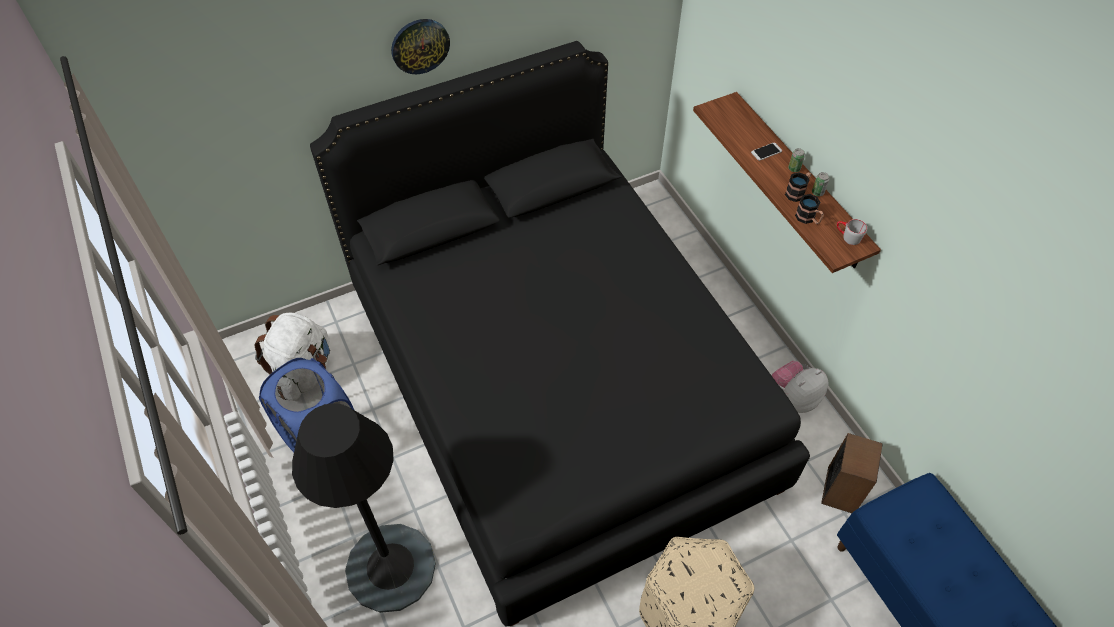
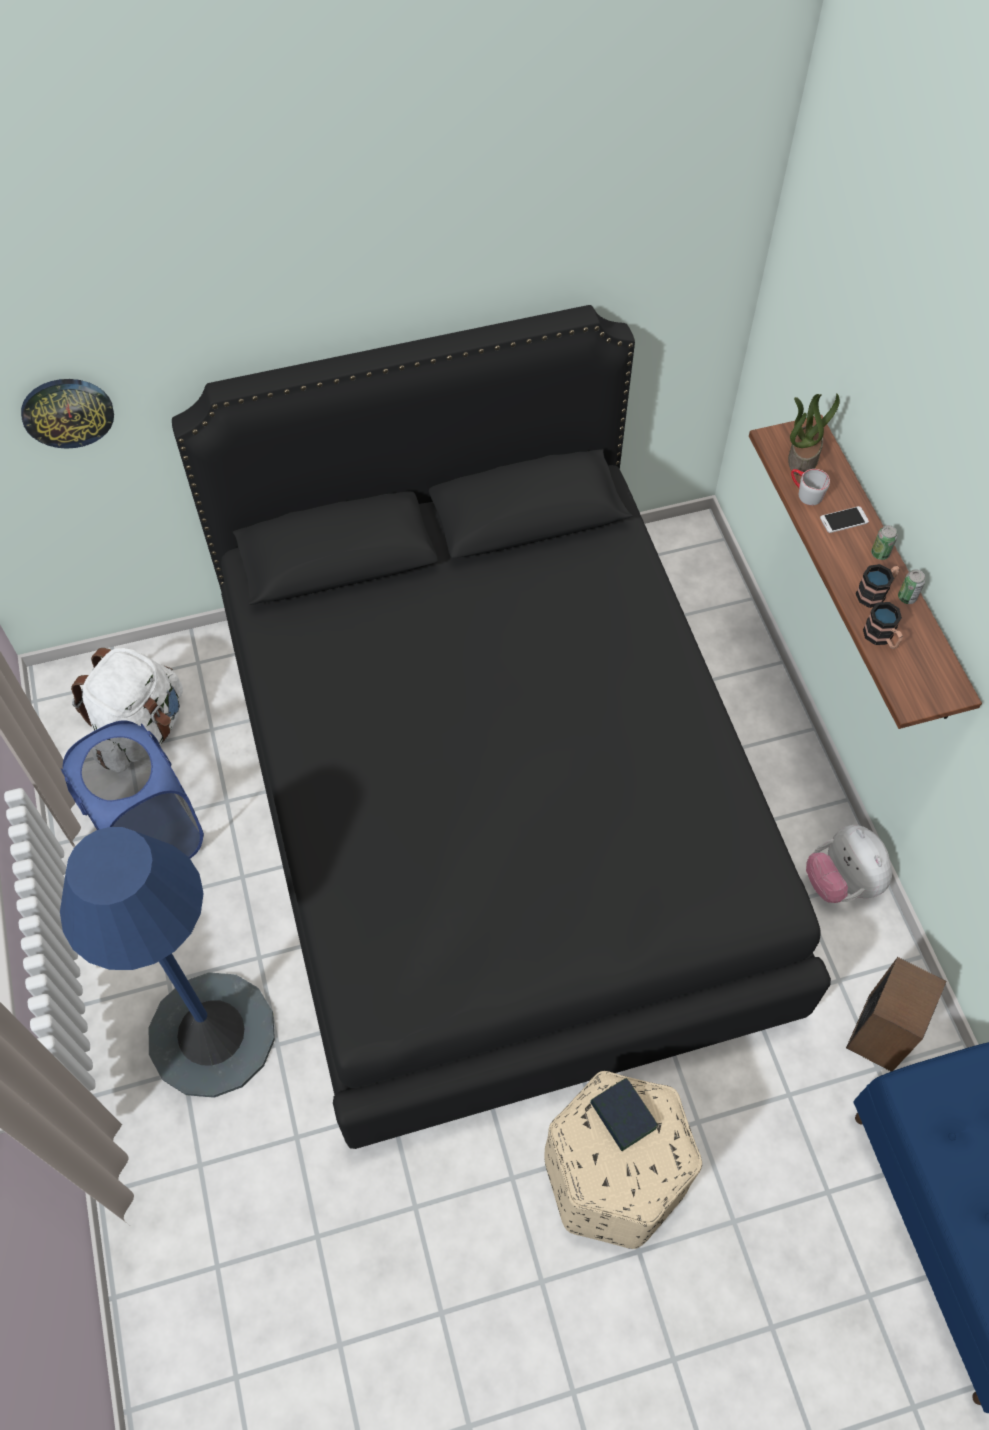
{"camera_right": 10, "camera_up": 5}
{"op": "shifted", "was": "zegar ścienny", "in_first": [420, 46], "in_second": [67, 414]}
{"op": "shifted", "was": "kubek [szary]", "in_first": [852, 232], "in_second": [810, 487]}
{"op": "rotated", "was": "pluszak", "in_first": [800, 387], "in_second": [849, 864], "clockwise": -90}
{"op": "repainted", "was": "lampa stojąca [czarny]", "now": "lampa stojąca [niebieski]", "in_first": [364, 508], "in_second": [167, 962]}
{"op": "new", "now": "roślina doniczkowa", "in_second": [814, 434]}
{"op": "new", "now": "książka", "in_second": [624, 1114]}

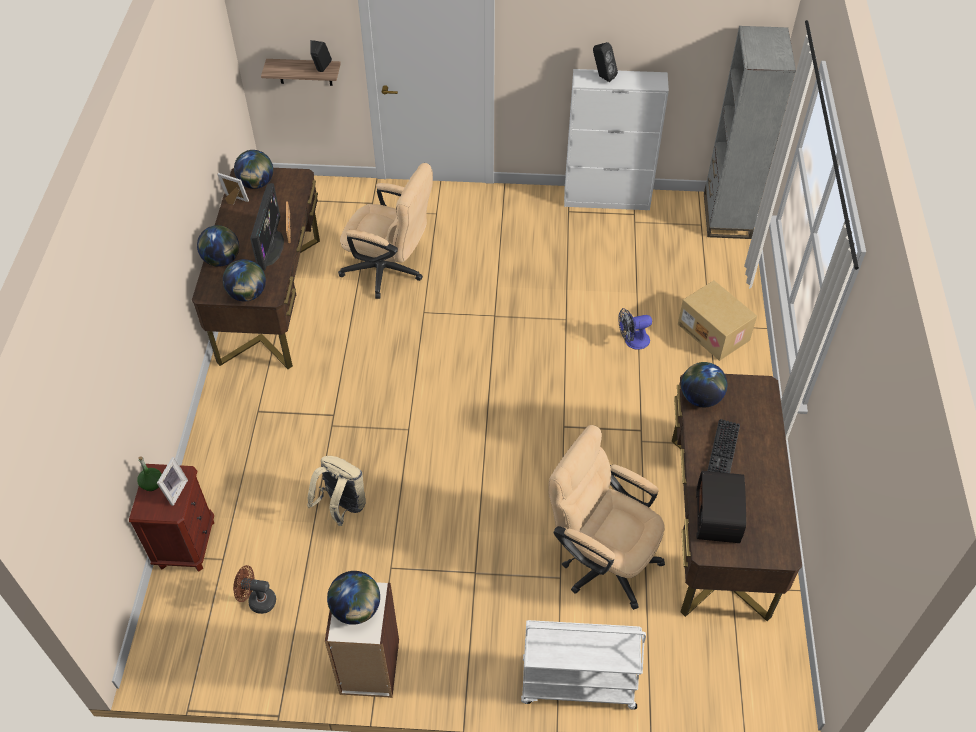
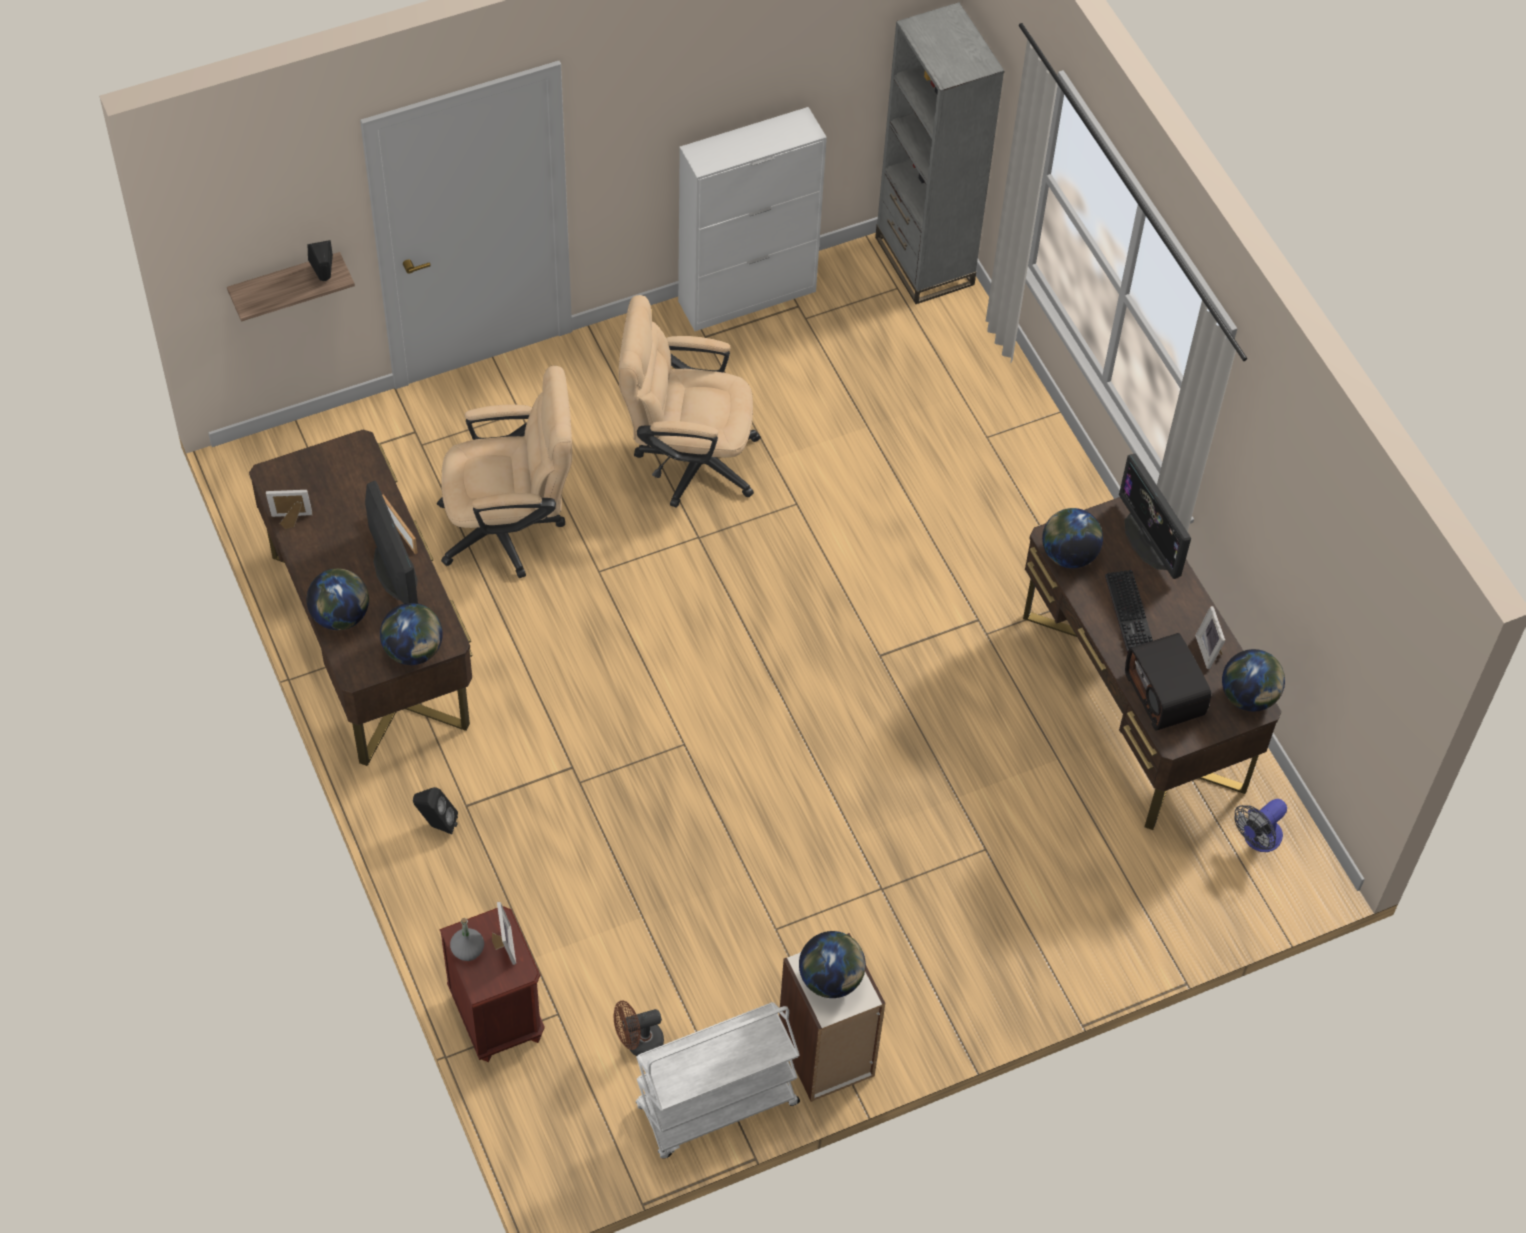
{"camera_right": -30, "camera_up": 5}
{"op": "shifted", "was": "głośnik [czarny]", "in_first": [605, 62], "in_second": [435, 810]}
{"op": "shifted", "was": "globus", "in_first": [253, 169], "in_second": [1253, 680]}
{"op": "gone", "was": "karton", "in_first": [717, 320]}
{"op": "shifted", "was": "wentylator", "in_first": [635, 329], "in_second": [1261, 825]}
{"op": "shifted", "was": "krzesło biurowe [beżowy]", "in_first": [606, 517], "in_second": [690, 401]}
{"op": "repainted", "was": "butelka [zielony]", "now": "butelka [szary]", "in_first": [149, 473], "in_second": [467, 939]}
{"op": "gone", "was": "plecak [beżowy]", "in_first": [336, 491]}
{"op": "shifted", "was": "wózek [biały]", "in_first": [583, 665], "in_second": [717, 1080]}
{"op": "new", "now": "monitor", "in_second": [1155, 516]}
{"op": "new", "now": "ramka na zdjęcie", "in_second": [1210, 637]}

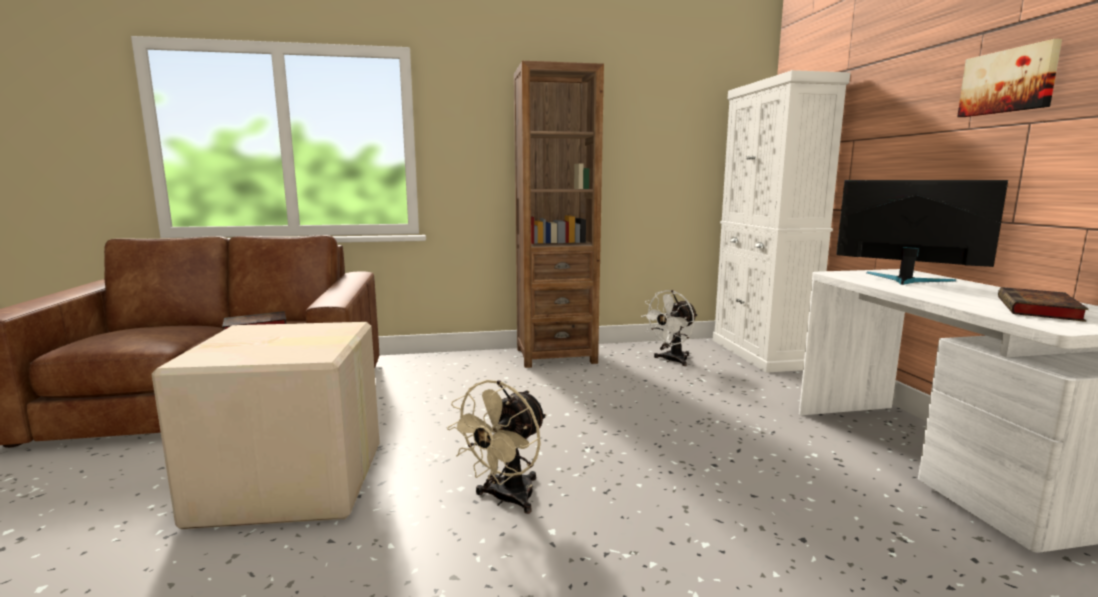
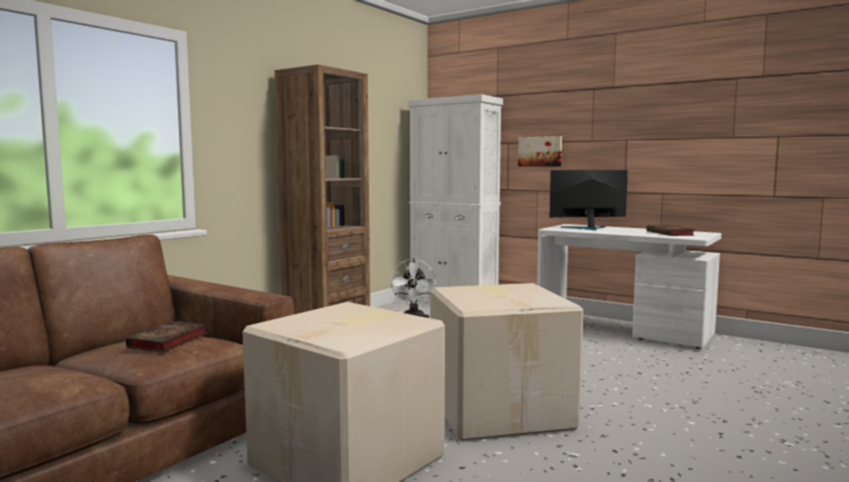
{"camera_right": -45, "camera_up": -5}
{"op": "shifted", "was": "obraz", "in_first": [1009, 78], "in_second": [540, 151]}
{"op": "swapped", "was": "wentylator [beżowy]", "now": "karton", "in_first": [497, 447], "in_second": [507, 362]}

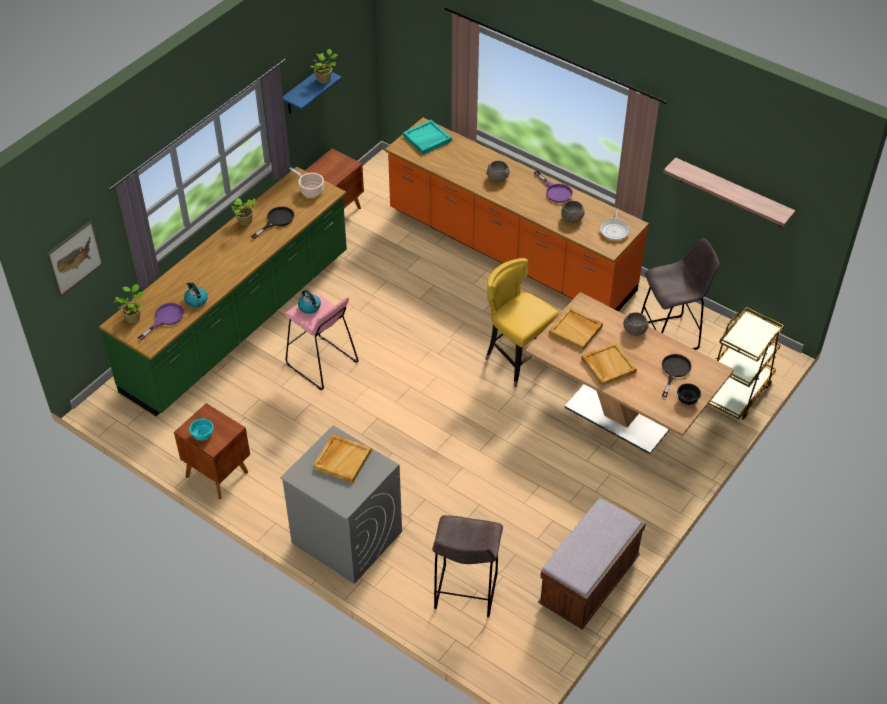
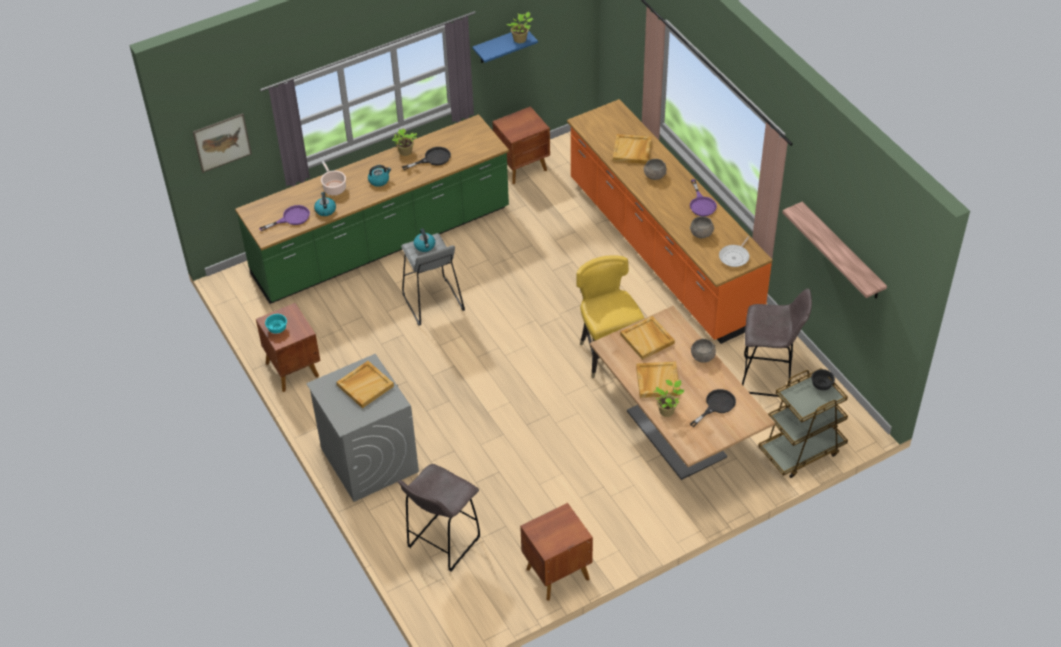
{"camera_right": 25, "camera_up": 0}
{"op": "gone", "was": "taca [turkusowy]", "in_first": [427, 137]}
{"op": "shifted", "was": "garnek", "in_first": [307, 182], "in_second": [333, 178]}
{"op": "shifted", "was": "roślina doniczkowa", "in_first": [129, 303], "in_second": [669, 398]}
{"op": "repainted", "was": "stołek [różowy]", "now": "stołek [szary]", "in_first": [322, 341], "in_second": [433, 279]}
{"op": "shifted", "was": "miska [czarny]", "in_first": [689, 394], "in_second": [823, 379]}
{"op": "swapped", "was": "ławka [brązowy]", "now": "szafka nocna [brązowy]", "in_first": [592, 563], "in_second": [556, 552]}
{"op": "new", "now": "taca [beżowy]", "in_second": [632, 149]}
{"op": "new", "now": "czajnik", "in_second": [379, 176]}

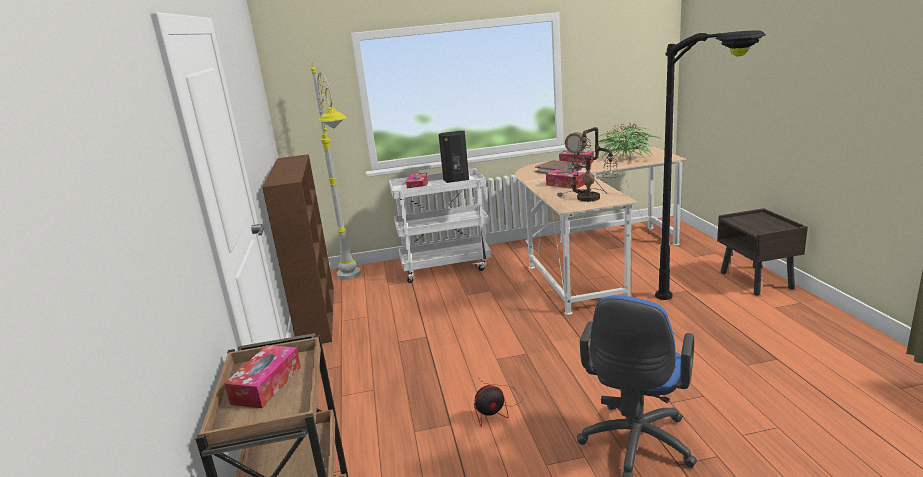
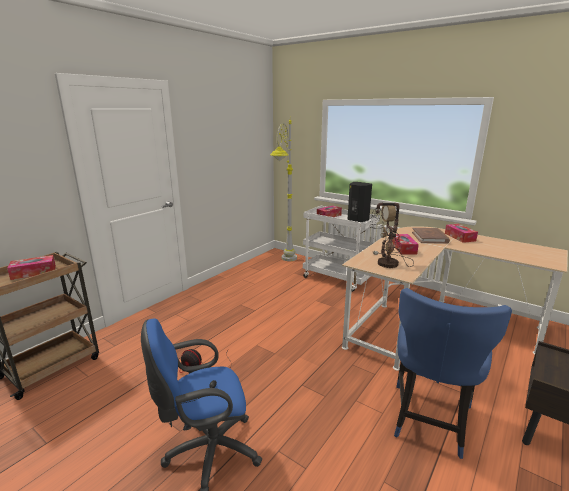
{"camera_right": 45, "camera_up": 0}
{"op": "swapped", "was": "lampa stojąca [czarny]", "now": "krzesło [niebieski]", "in_first": [710, 165], "in_second": [453, 373]}
{"op": "gone", "was": "roślina doniczkowa", "in_first": [629, 141]}
{"op": "gone", "was": "regał [brązowy]", "in_first": [298, 249]}

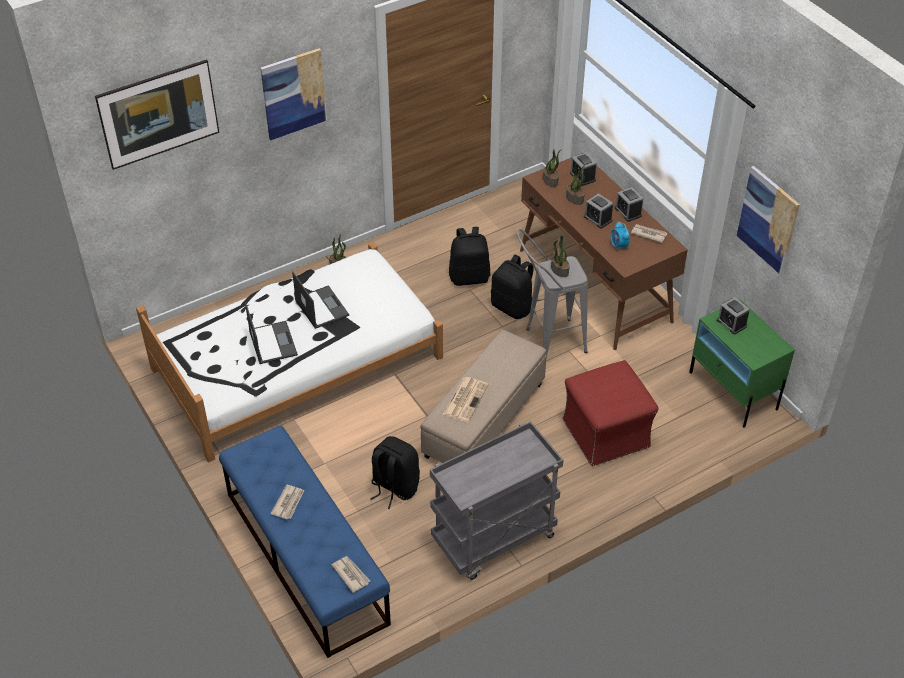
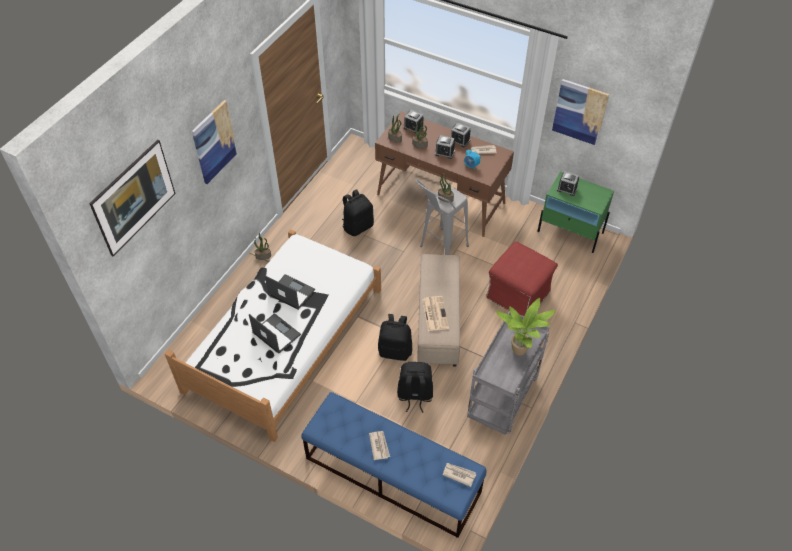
{"camera_right": -30, "camera_up": 5}
{"op": "shifted", "was": "plecak [czarny]", "in_first": [512, 287], "in_second": [395, 337]}
{"op": "new", "now": "roślina doniczkowa", "in_second": [526, 327]}

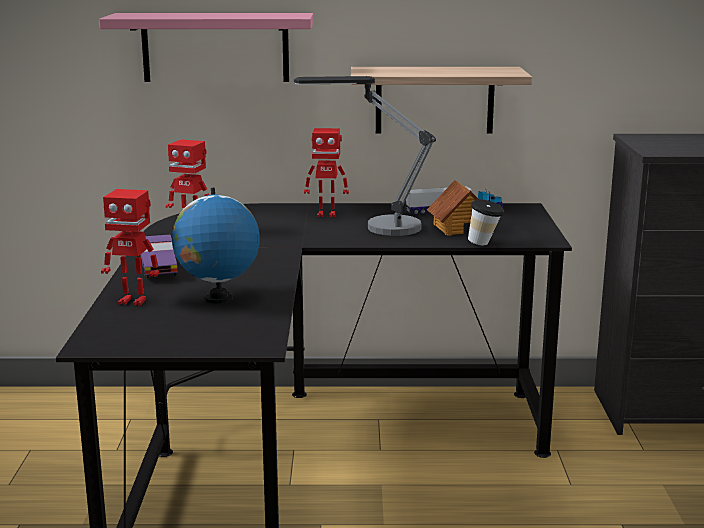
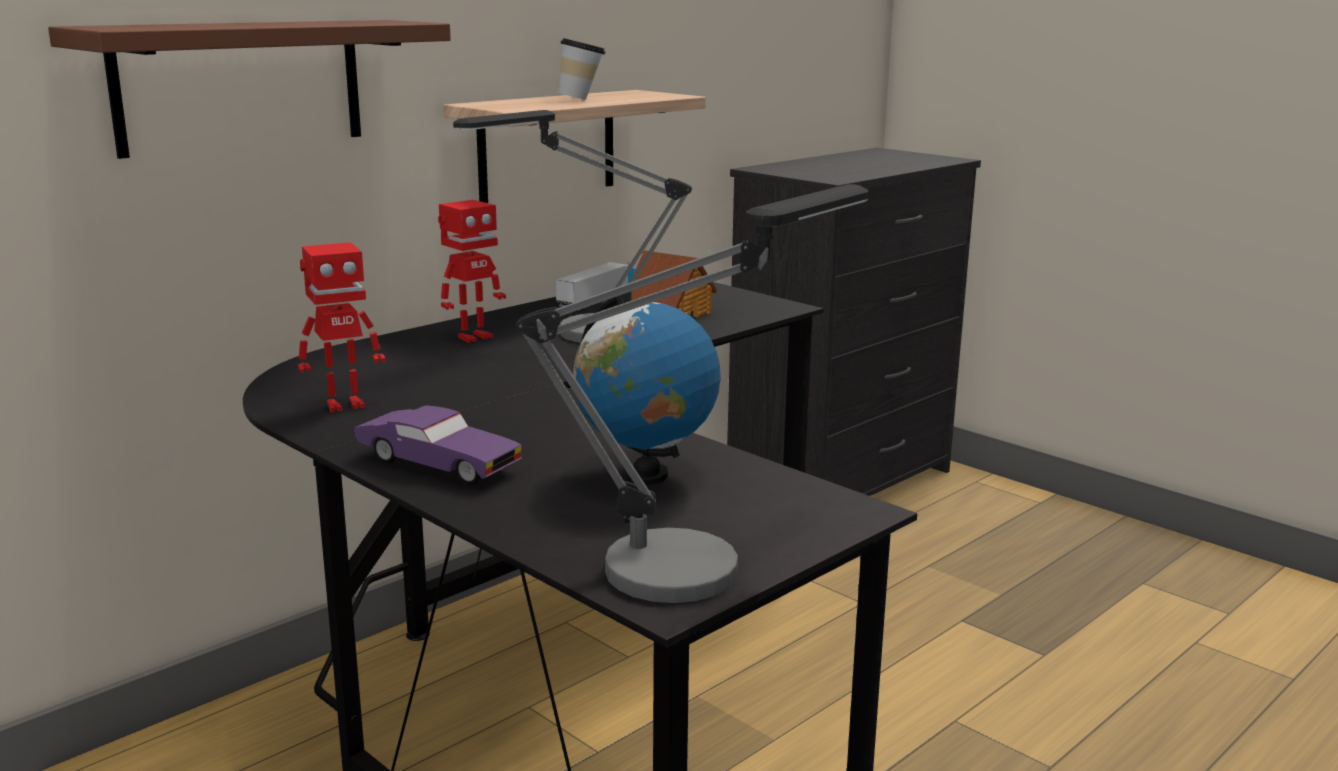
{"camera_right": -45, "camera_up": 0}
{"op": "repainted", "was": "półka [różowy]", "now": "półka [brązowy]", "in_first": [206, 47], "in_second": [249, 89]}
{"op": "gone", "was": "robot zabawkowy", "in_first": [130, 247]}
{"op": "shifted", "was": "filiżanka", "in_first": [486, 222], "in_second": [582, 69]}
{"op": "new", "now": "lampa stołowa", "in_second": [692, 393]}

